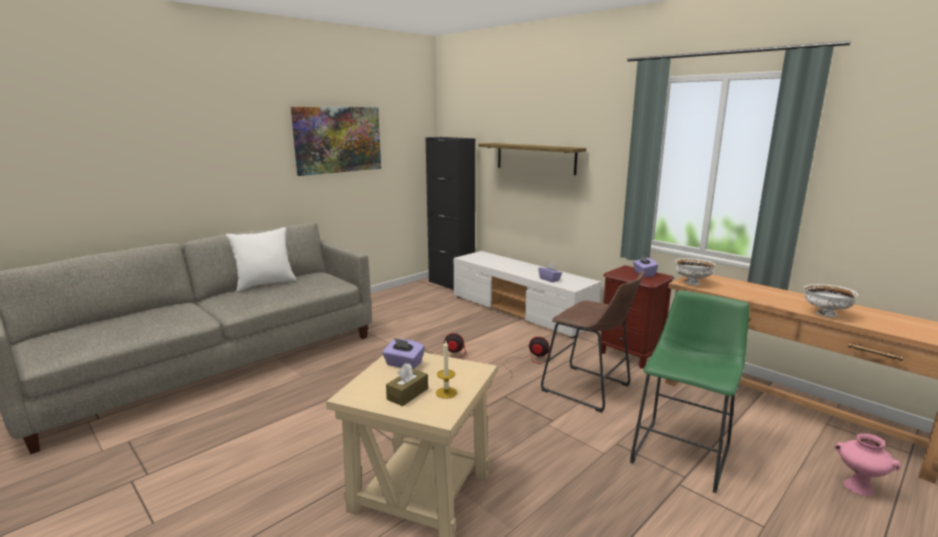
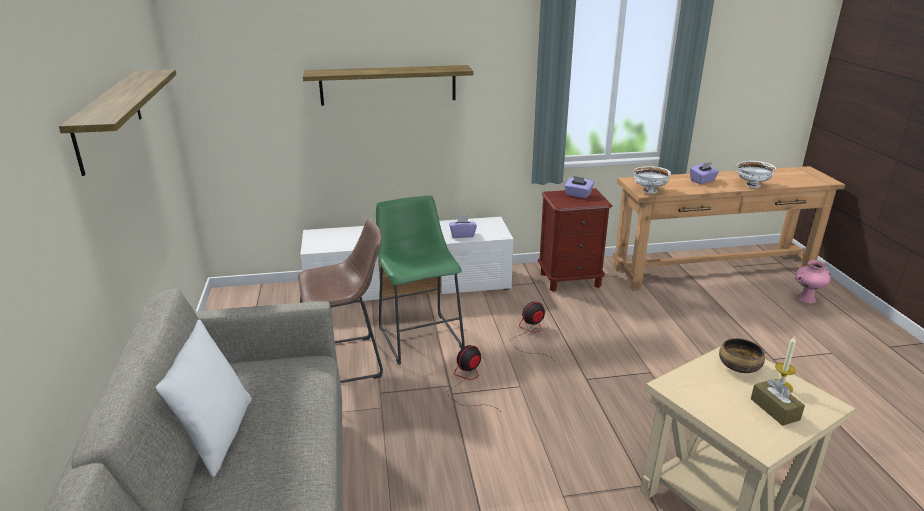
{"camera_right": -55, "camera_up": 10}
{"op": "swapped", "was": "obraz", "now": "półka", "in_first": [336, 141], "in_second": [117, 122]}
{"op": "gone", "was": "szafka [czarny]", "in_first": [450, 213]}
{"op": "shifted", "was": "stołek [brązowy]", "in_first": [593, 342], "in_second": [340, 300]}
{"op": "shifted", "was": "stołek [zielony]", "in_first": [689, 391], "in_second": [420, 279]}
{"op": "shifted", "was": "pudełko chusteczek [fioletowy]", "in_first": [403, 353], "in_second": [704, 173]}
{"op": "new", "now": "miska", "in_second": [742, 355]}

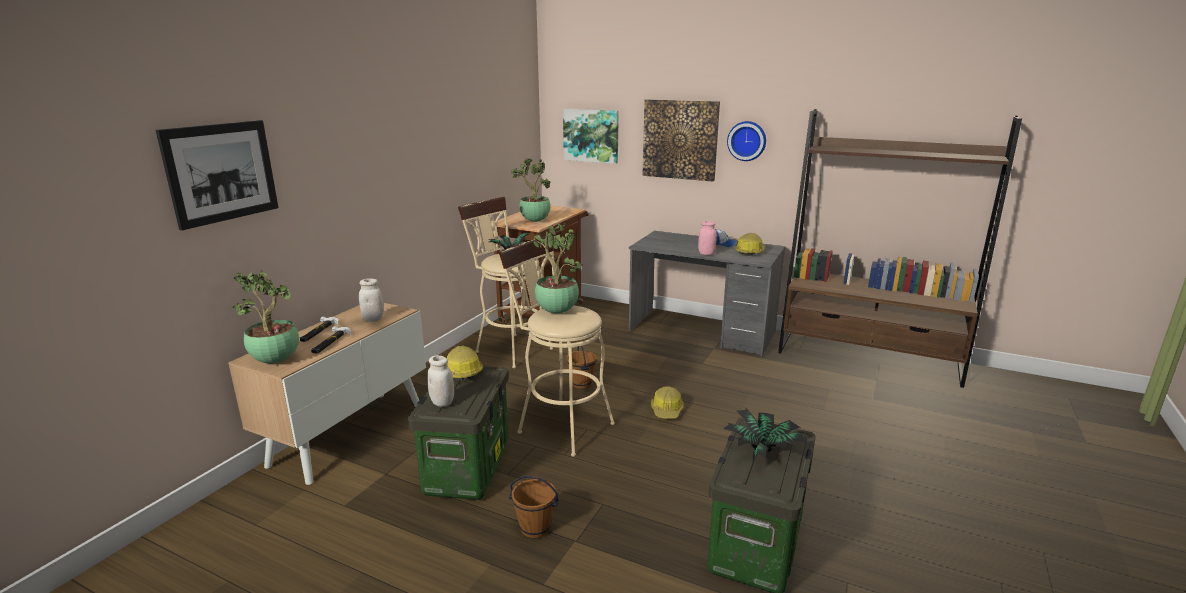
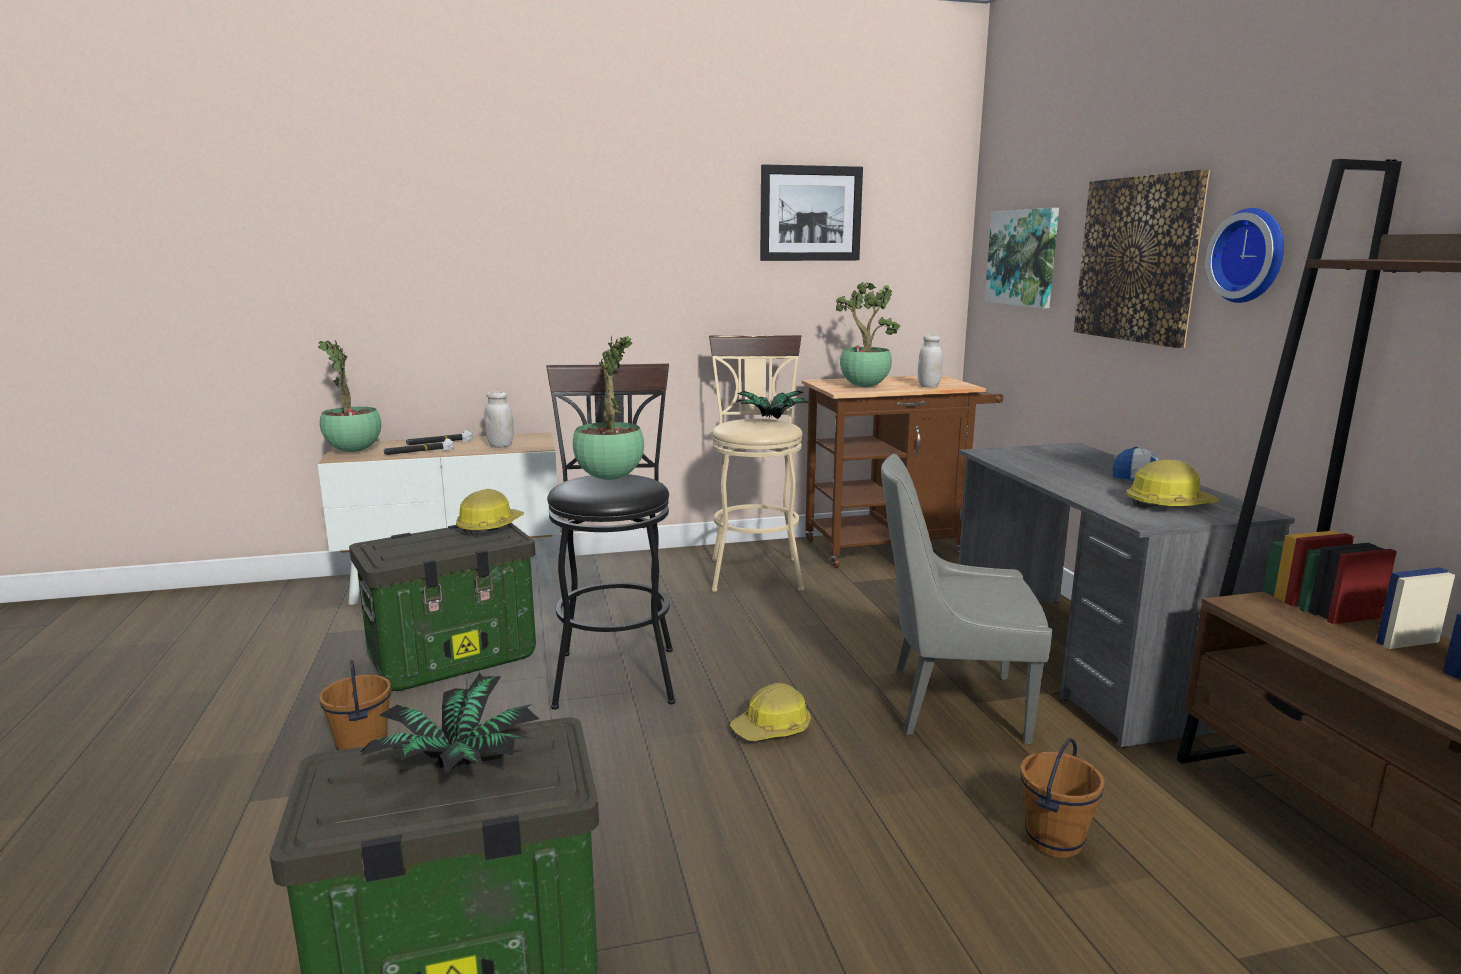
{"camera_right": 50, "camera_up": -5}
{"op": "shifted", "was": "obraz", "in_first": [217, 175], "in_second": [811, 212]}
{"op": "gone", "was": "słoik [różowy]", "in_first": [707, 238]}
{"op": "repainted", "was": "stołek [beżowy]", "now": "stołek [czarny]", "in_first": [557, 346], "in_second": [610, 537]}
{"op": "shifted", "was": "wiadro [brązowy]", "in_first": [581, 367], "in_second": [1062, 798]}
{"op": "shifted", "was": "słoik [biały]", "in_first": [440, 381], "in_second": [930, 361]}
{"op": "new", "now": "krzesło [szary]", "in_second": [966, 599]}

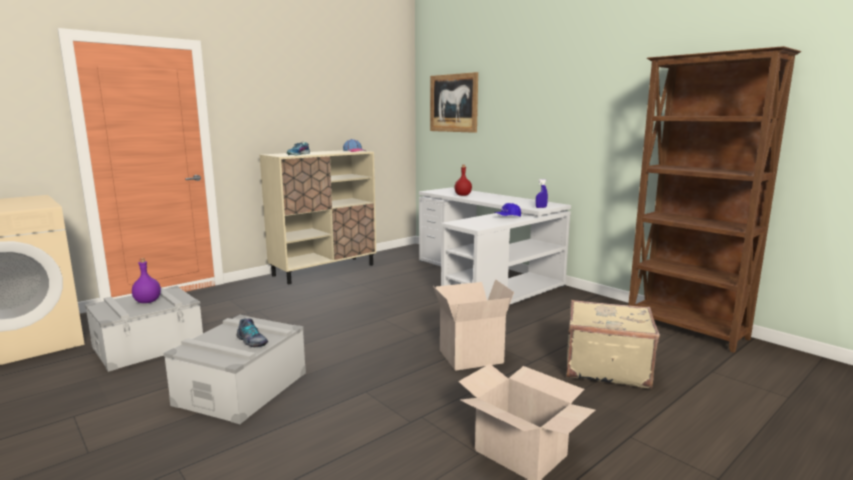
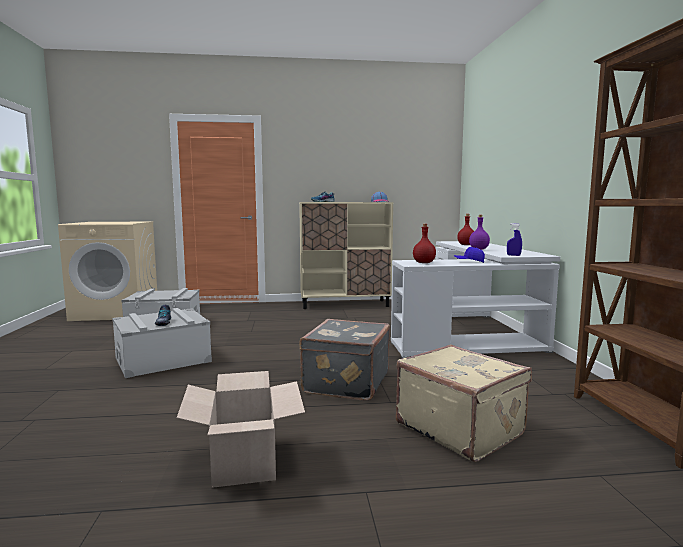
{"camera_right": 35, "camera_up": -5}
{"op": "gone", "was": "obraz", "in_first": [454, 102]}
{"op": "shifted", "was": "butelka [fioletowy]", "in_first": [146, 280], "in_second": [479, 232]}
{"op": "swapped", "was": "karton", "now": "walizka [szary]", "in_first": [473, 325], "in_second": [345, 360]}
{"op": "new", "now": "butelka [czerwony]", "in_second": [424, 243]}

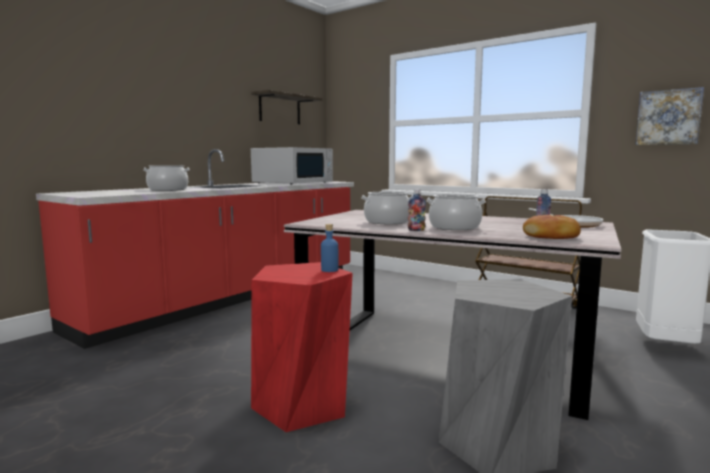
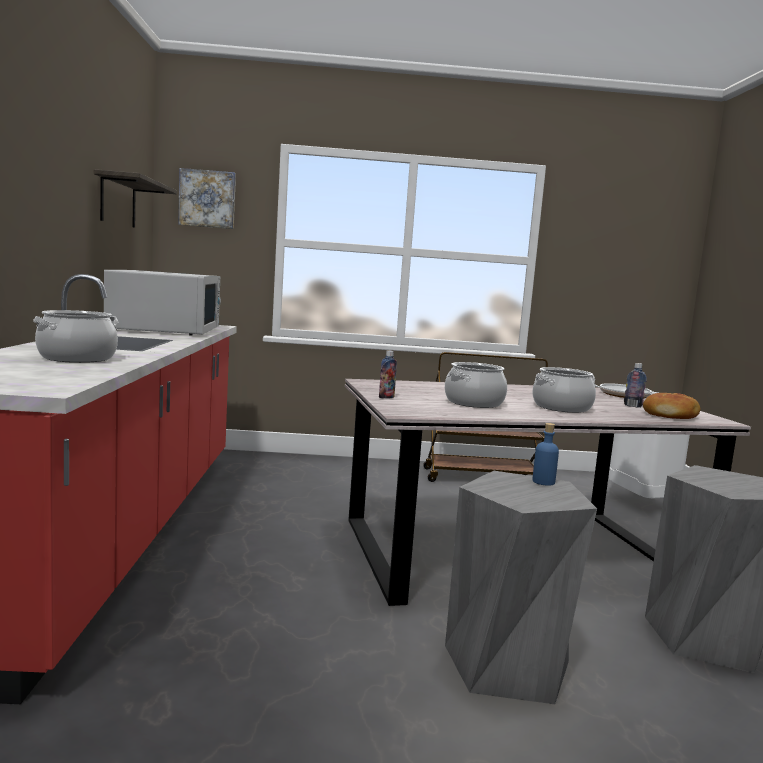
{"camera_right": -40, "camera_up": 0}
{"op": "shifted", "was": "obraz", "in_first": [669, 116], "in_second": [207, 198]}
{"op": "shifted", "was": "butelka", "in_first": [417, 210], "in_second": [388, 374]}
{"op": "repainted", "was": "stołek [czerwony]", "now": "stołek [szary]", "in_first": [302, 347], "in_second": [521, 587]}

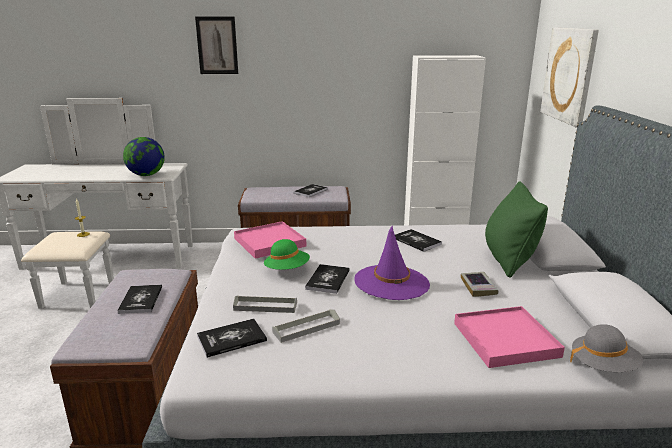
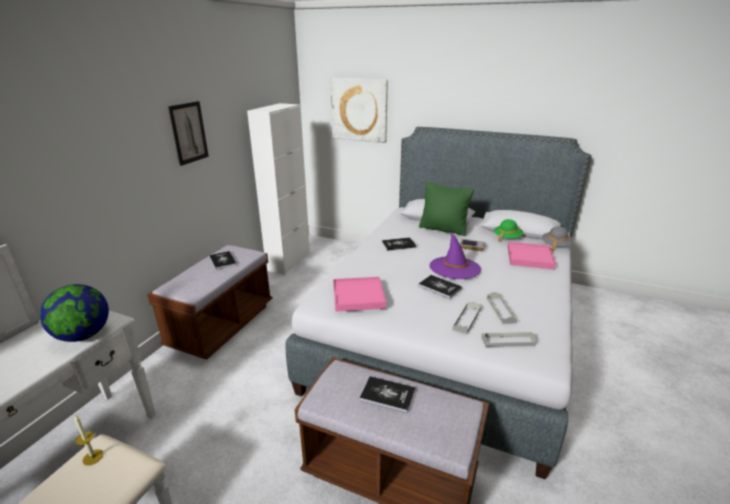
{"camera_right": -65, "camera_up": 5}
{"op": "shifted", "was": "obraz", "in_first": [216, 45], "in_second": [188, 133]}
{"op": "shifted", "was": "kapelusz [zielony]", "in_first": [287, 254], "in_second": [508, 230]}
{"op": "swapped", "was": "książka", "now": "taca [szary]", "in_first": [232, 338], "in_second": [508, 339]}

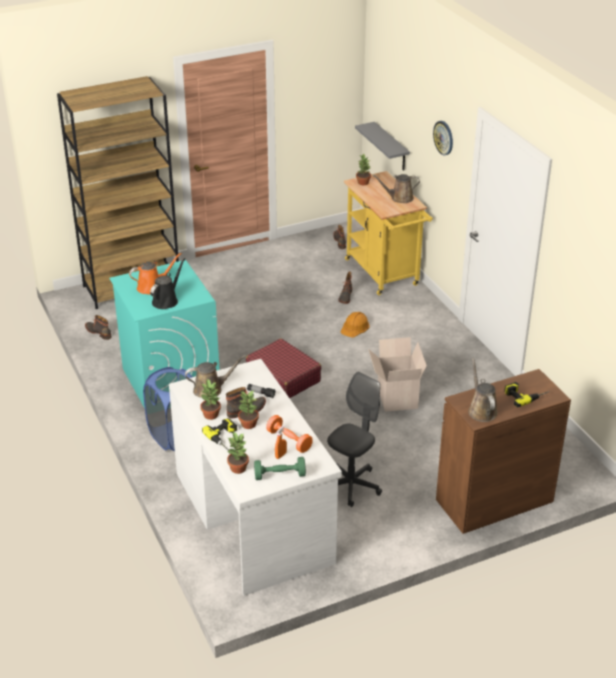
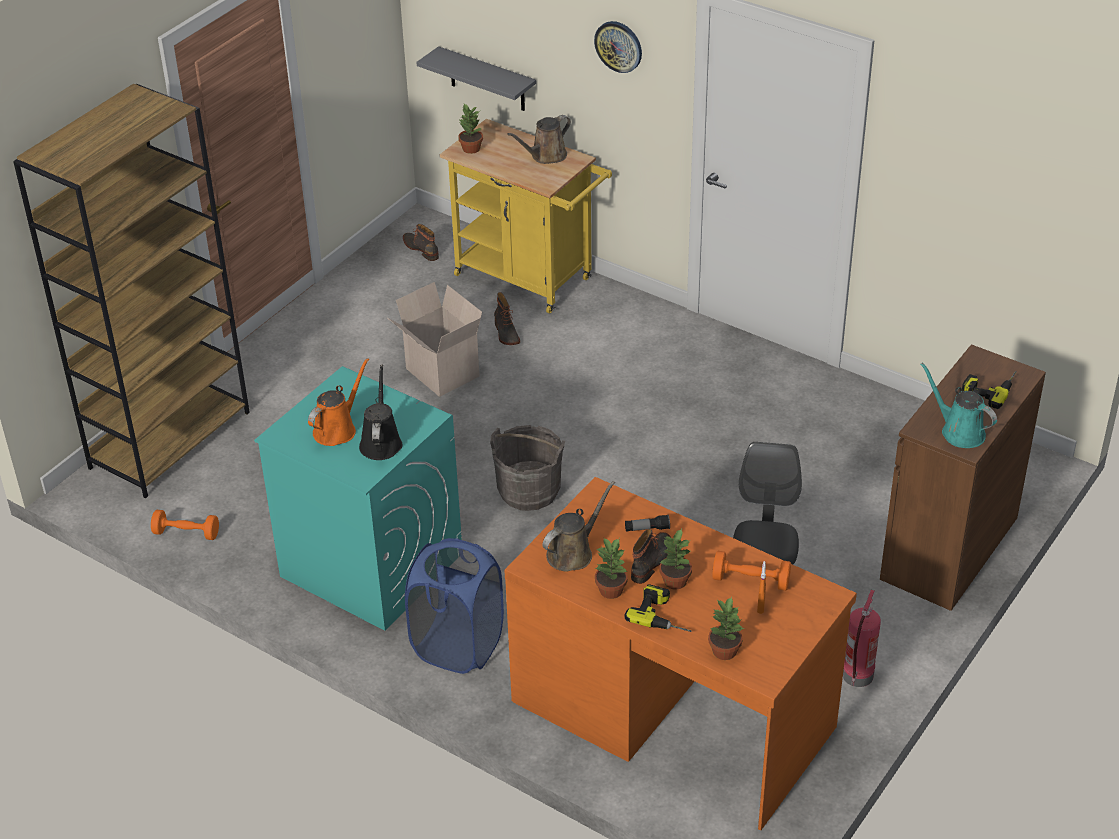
{"camera_right": -30, "camera_up": 5}
{"op": "gone", "was": "kask [pomarańczowy]", "in_first": [355, 324]}
{"op": "swapped", "was": "but z cholewką", "now": "hantel [pomarańczowy]", "in_first": [98, 327], "in_second": [185, 525]}
{"op": "shifted", "was": "karton", "in_first": [397, 374], "in_second": [435, 339]}
{"op": "swapped", "was": "walizka [czerwony]", "now": "wiadro [szary]", "in_first": [283, 368], "in_second": [527, 468]}
{"op": "repainted", "was": "konewka [brązowy]", "now": "konewka [turkusowy]", "in_first": [483, 390], "in_second": [958, 405]}
{"op": "repainted", "was": "biurko [biały]", "now": "biurko [pomarańczowy]", "in_first": [255, 477], "in_second": [680, 653]}
{"op": "gone", "was": "hantel [zielony]", "in_first": [280, 468]}
{"op": "new", "now": "gaśnica", "in_second": [862, 638]}

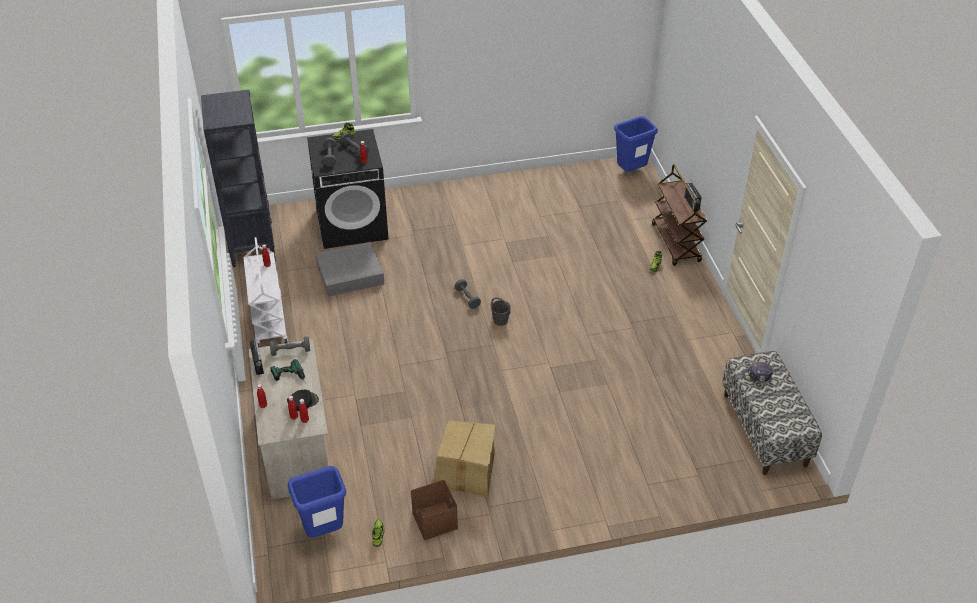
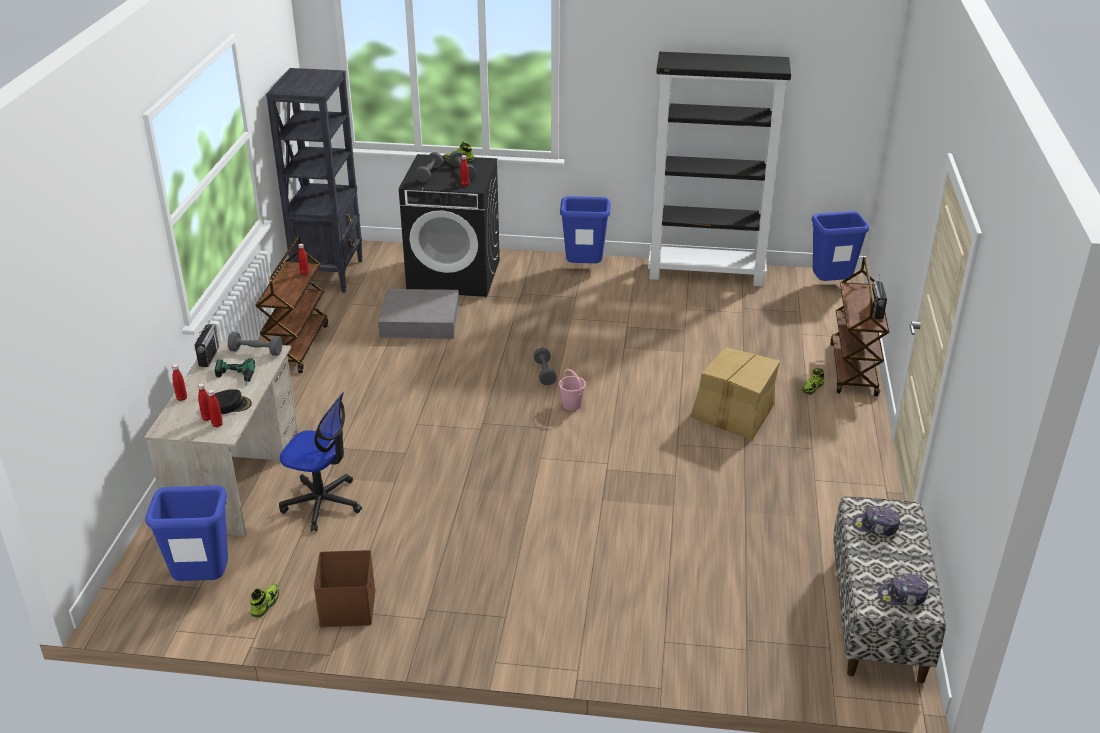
{"camera_right": 20, "camera_up": -10}
{"op": "repainted", "was": "wózek [biały]", "now": "wózek [brązowy]", "in_first": [265, 292], "in_second": [292, 304]}
{"op": "repainted", "was": "wiadro [szary]", "now": "wiadro [różowy]", "in_first": [501, 311], "in_second": [572, 389]}
{"op": "shifted", "was": "karton", "in_first": [464, 458], "in_second": [735, 393]}
{"op": "new", "now": "regał [czarny]", "in_second": [719, 169]}
{"op": "new", "now": "kosz na śmieci [niebieski]", "in_second": [585, 229]}
{"op": "new", "now": "krzesło biurowe", "in_second": [320, 462]}
{"op": "new", "now": "czapka z daszkiem", "in_second": [903, 589]}

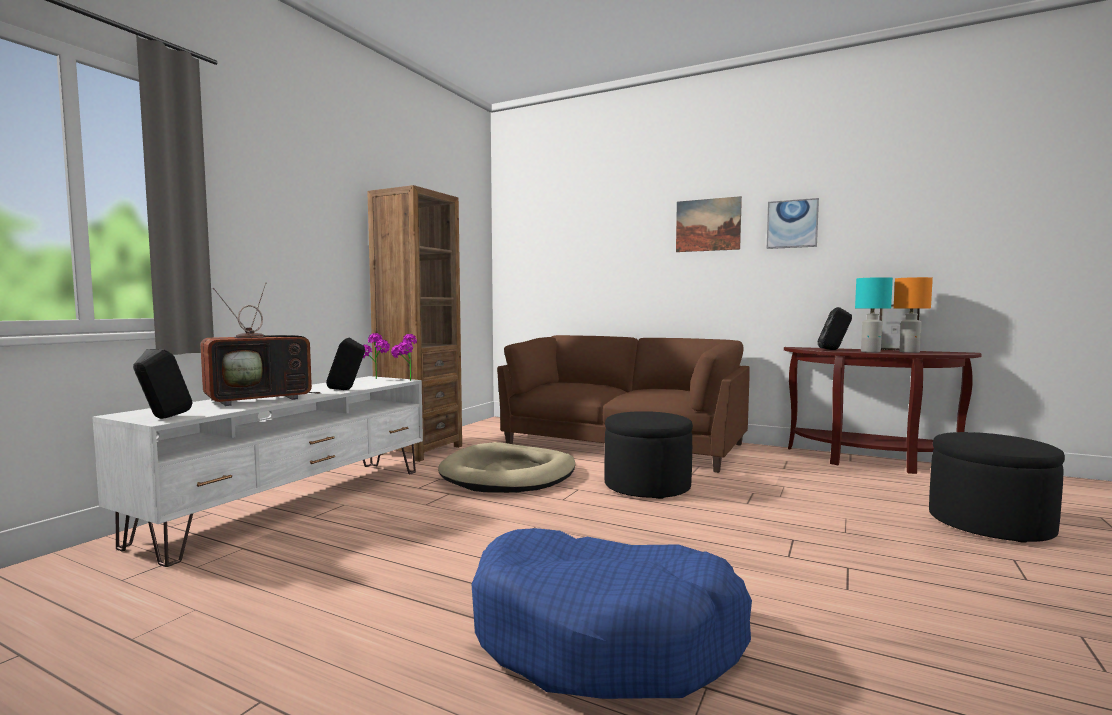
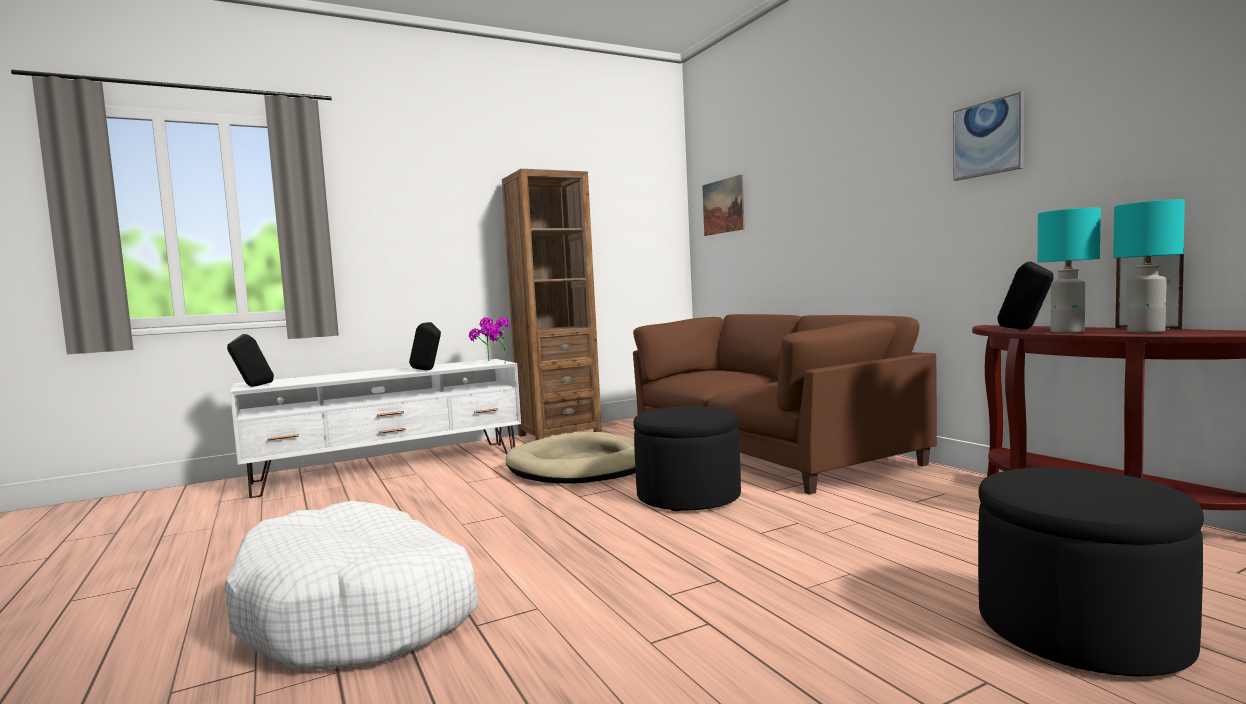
{"camera_right": 35, "camera_up": 0}
{"op": "shifted", "was": "obraz", "in_first": [709, 224], "in_second": [723, 205]}
{"op": "repainted", "was": "lampa stołowa [pomarańczowy]", "now": "lampa stołowa [turkusowy]", "in_first": [913, 315], "in_second": [1149, 266]}
{"op": "gone", "was": "telewizor", "in_first": [260, 344]}
{"op": "repainted", "was": "legowisko [niebieski]", "now": "legowisko [biały]", "in_first": [612, 613], "in_second": [352, 585]}

